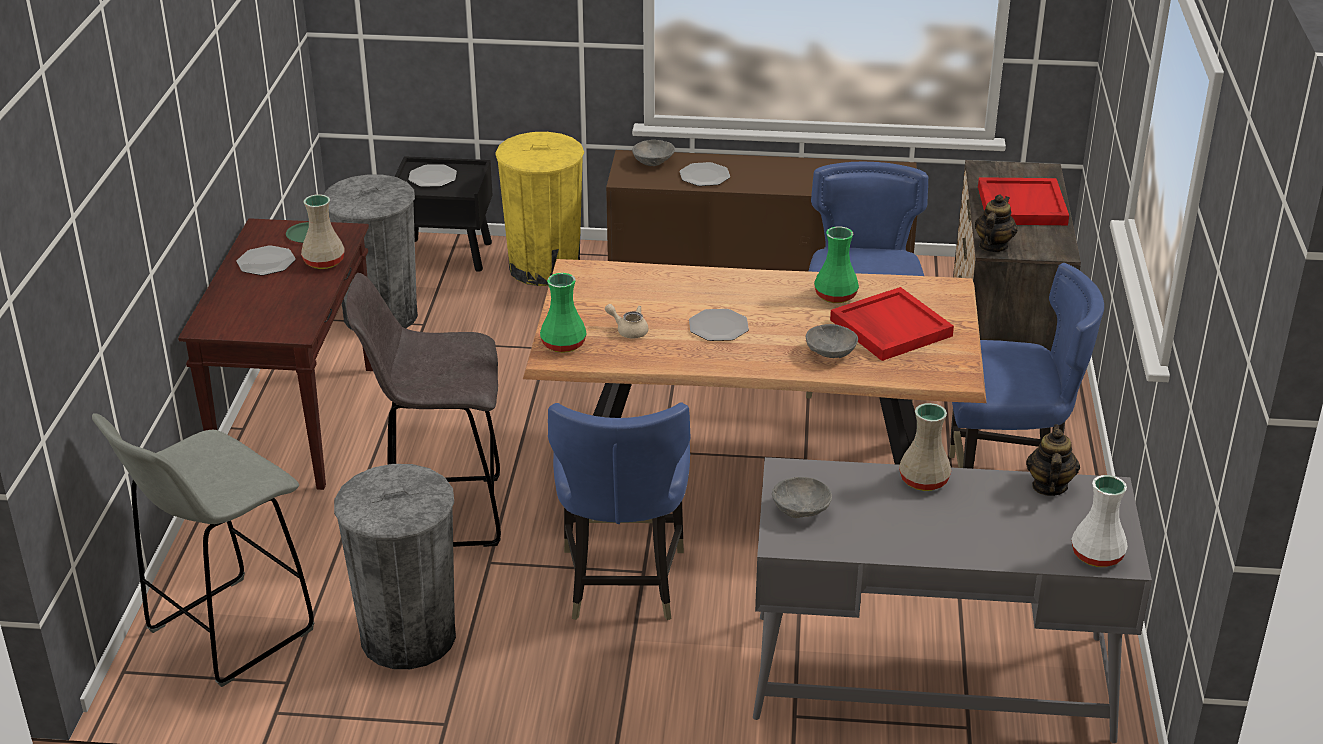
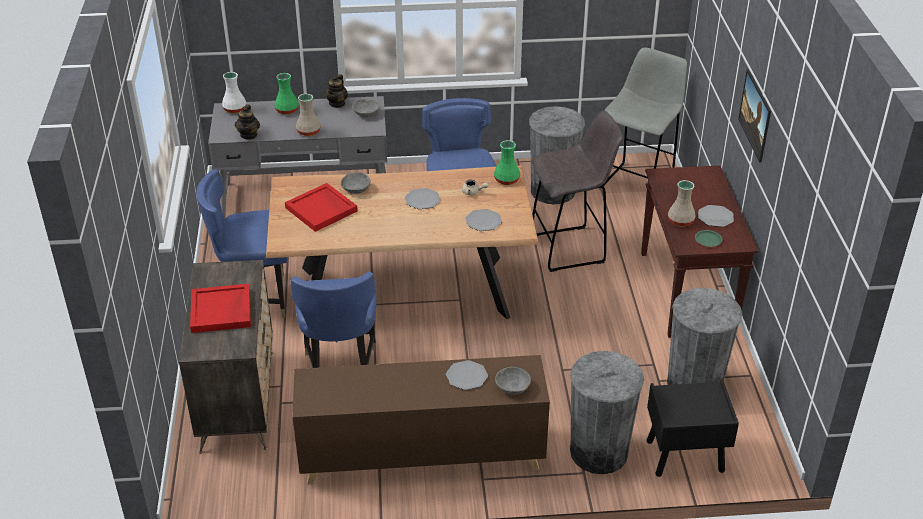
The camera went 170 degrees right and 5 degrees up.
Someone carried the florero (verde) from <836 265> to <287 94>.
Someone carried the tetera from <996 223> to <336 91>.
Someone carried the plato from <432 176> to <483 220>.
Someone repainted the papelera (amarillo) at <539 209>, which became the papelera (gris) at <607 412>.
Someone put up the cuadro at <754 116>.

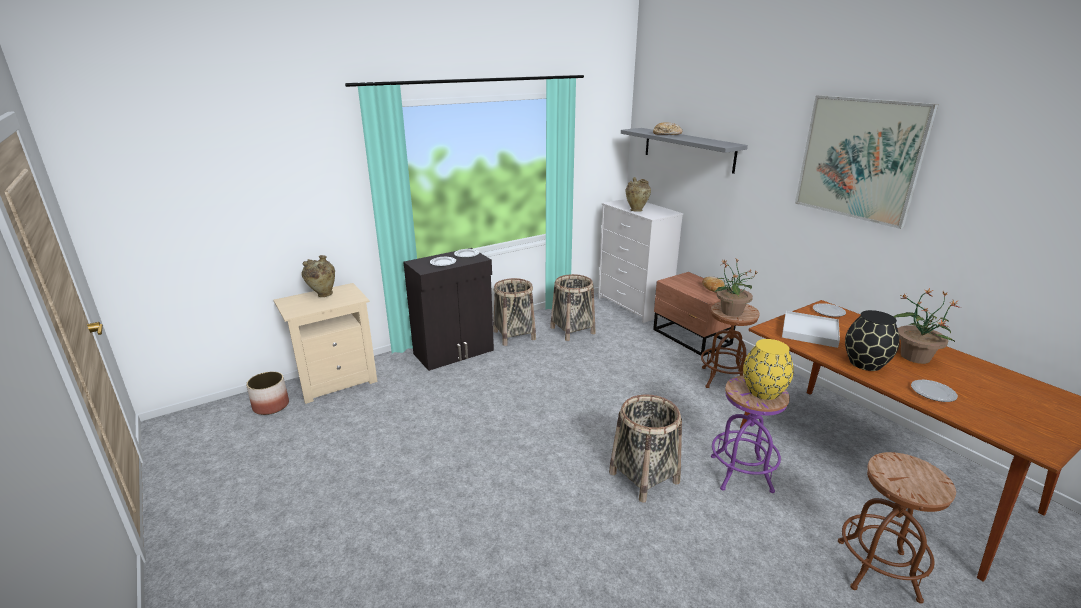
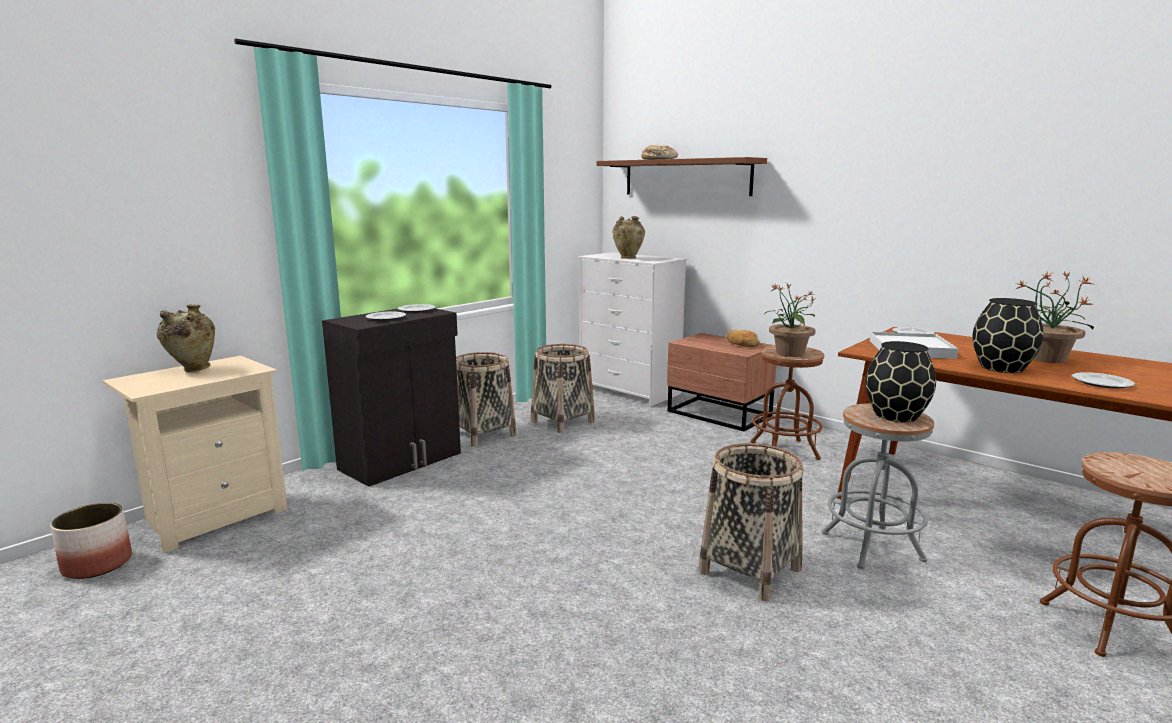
The camera went 15 degrees left and 10 degrees down.
Someone repainted the estante (gris) at <684 151>, which became the estante (marrón) at <681 176>.
Someone repainted the taburete (morado) at <750 434>, which became the taburete (gris) at <878 486>.
Someone repainted the florero (amarillo) at <768 369>, which became the florero (negro) at <901 381>.
Someone took away the cuadro at <866 162>.

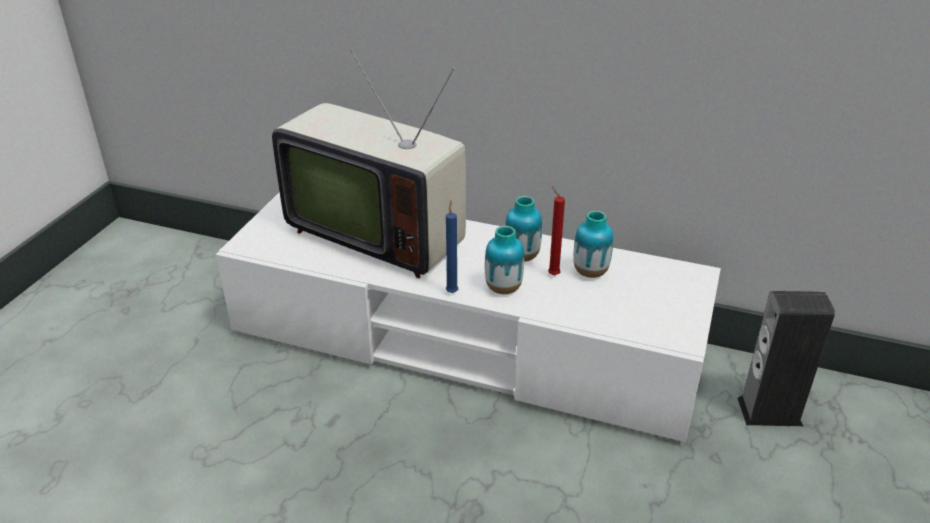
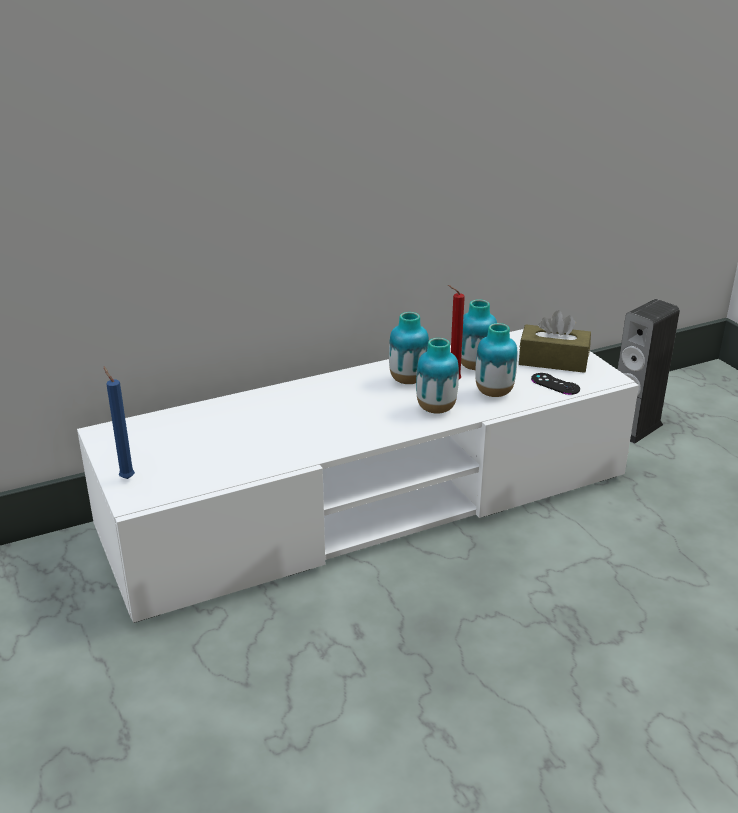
The camera went 45 degrees left and 5 degrees down.
Someone carried the vela (azul) from <452 246> to <119 423>.
Someone put down the florero at <496 360>.
Someone put down the caja de pañuelos (marrón) at <555 341>.
Someone put down the mando de consola (negro) at <555 384>.
Someone took away the televisor at <369 163>.

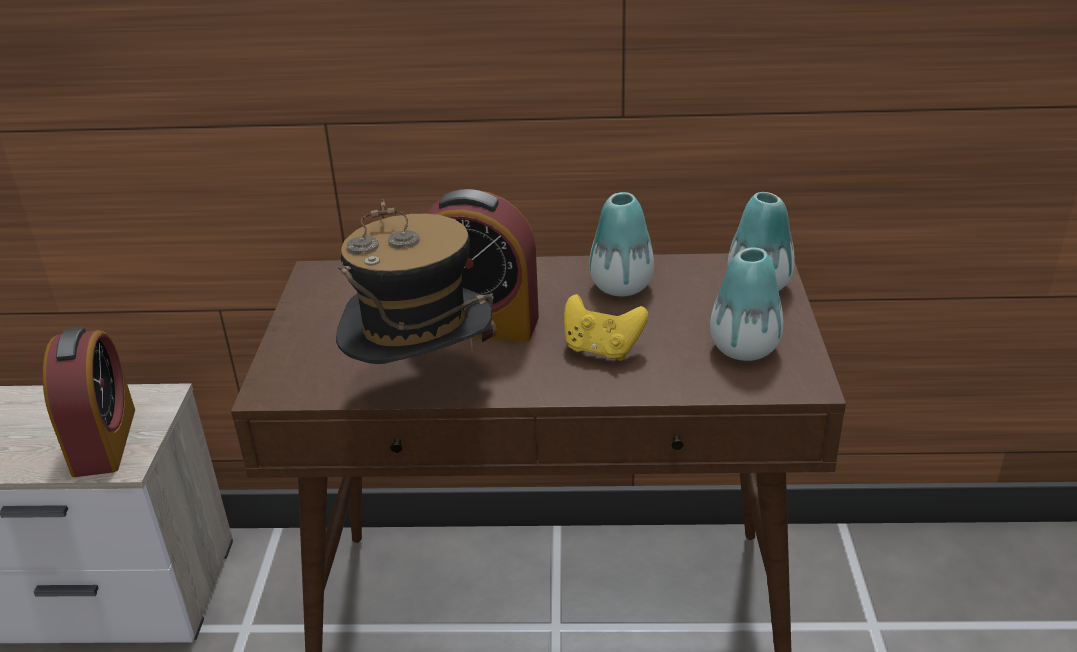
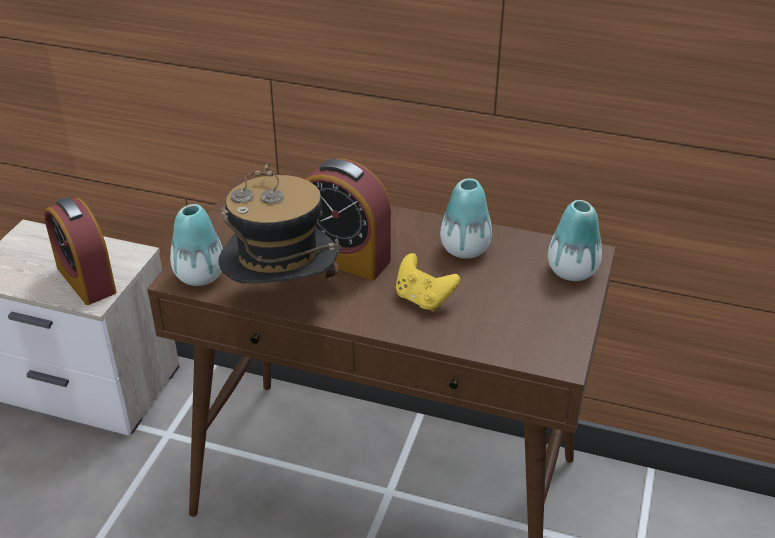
The camera went 15 degrees right and 5 degrees up.
Someone rotated the despertador at <89 402> by 135 degrees clockwise.
Someone carried the florero from <746 304> to <196 245>.

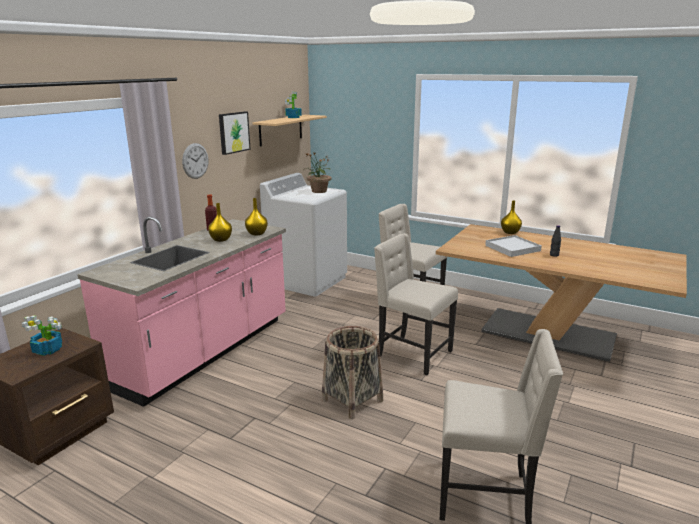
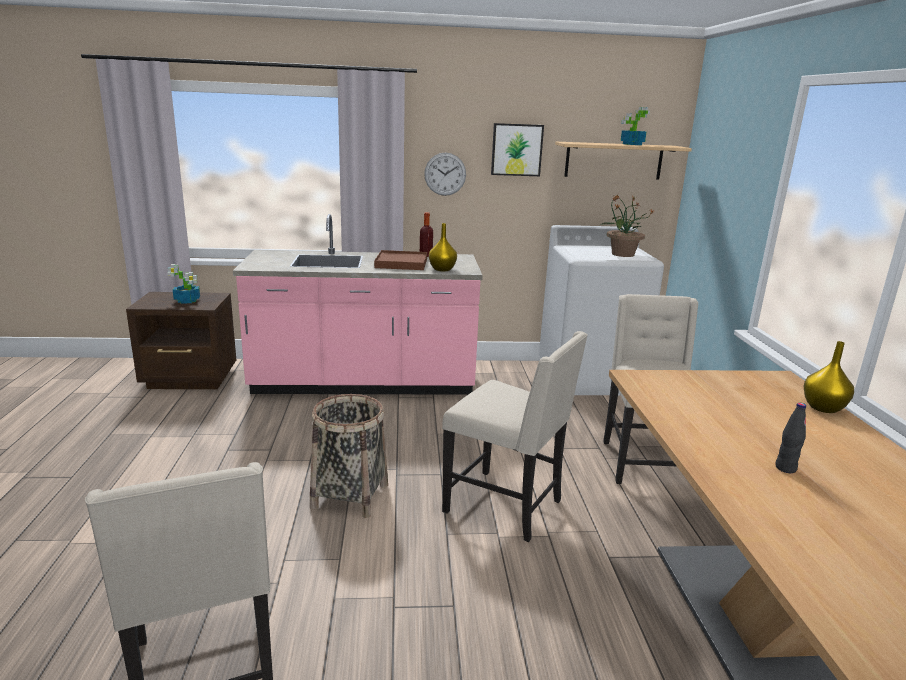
The camera went 55 degrees right and 0 degrees up.
Someone swapped the florero (amarillo) at <220 222> for the bandeja (marrón) at <400 260>.
Someone rotated the silla (beis) at <416 304> by 120 degrees clockwise.
Someone took away the bandeja (blanco) at <513 246>.

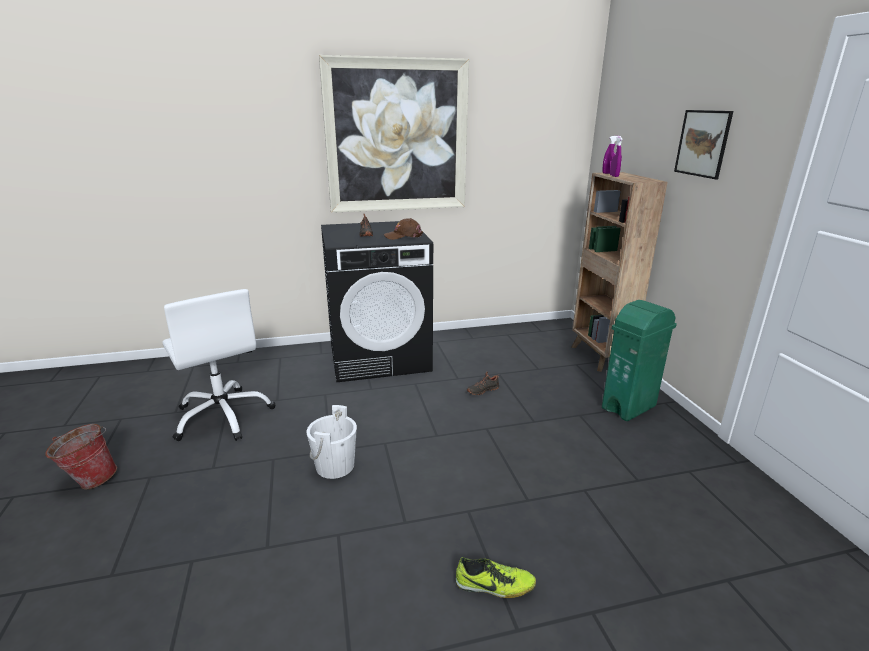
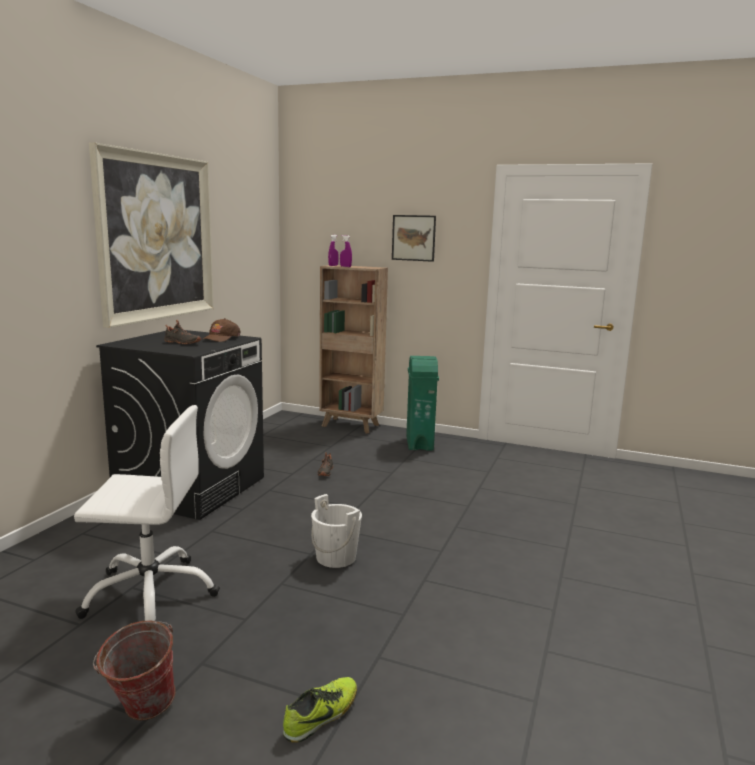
The camera went 55 degrees left and 10 degrees down.
Someone carried the zapato from <496 577> to <320 710>.

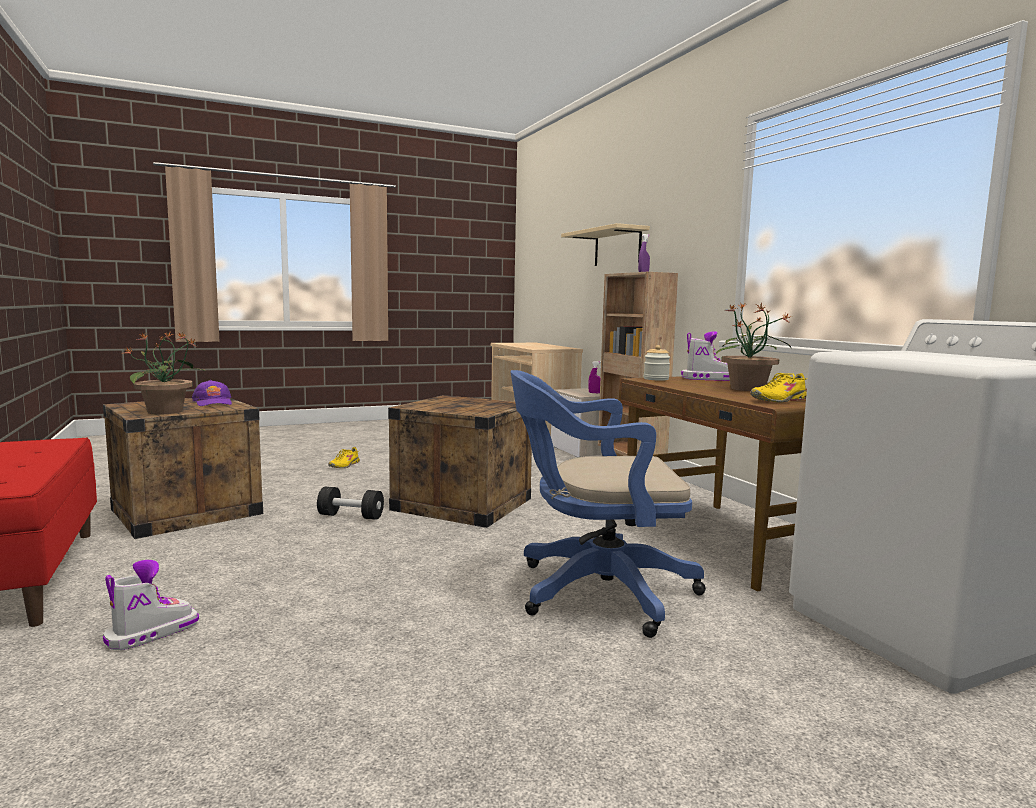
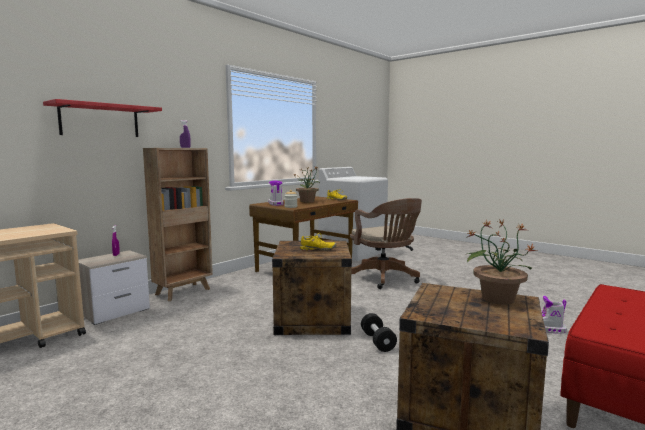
The camera went 115 degrees left and 0 degrees up.
Someone repainted the estante (beis) at <605 244>, which became the estante (rojo) at <102 118>.
Someone carried the zapato (amarillo) from <344 457> to <318 242>.
Someone repainted the silla de oficina (azul) at <608 504>, which became the silla de oficina (marrón) at <386 243>.
Someone took away the gorra (morado) at <212 393>.

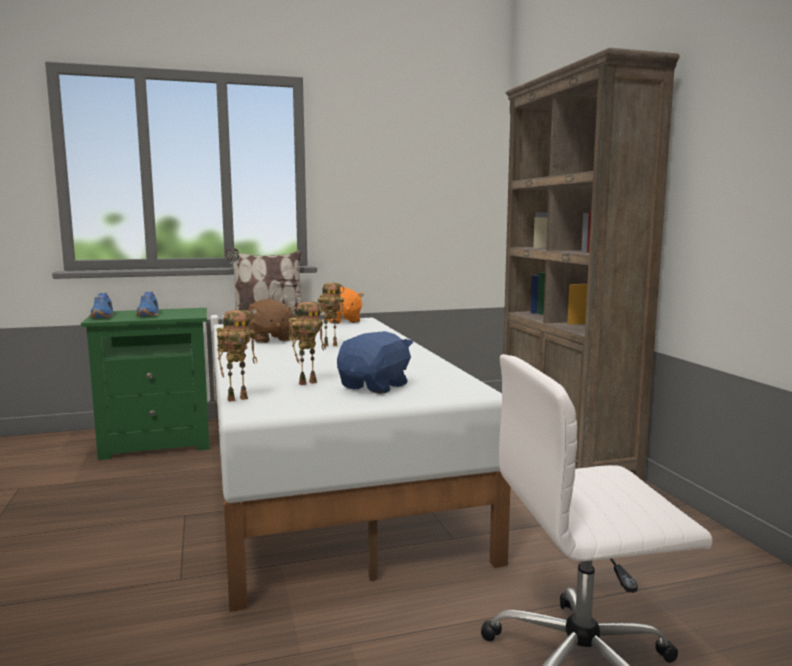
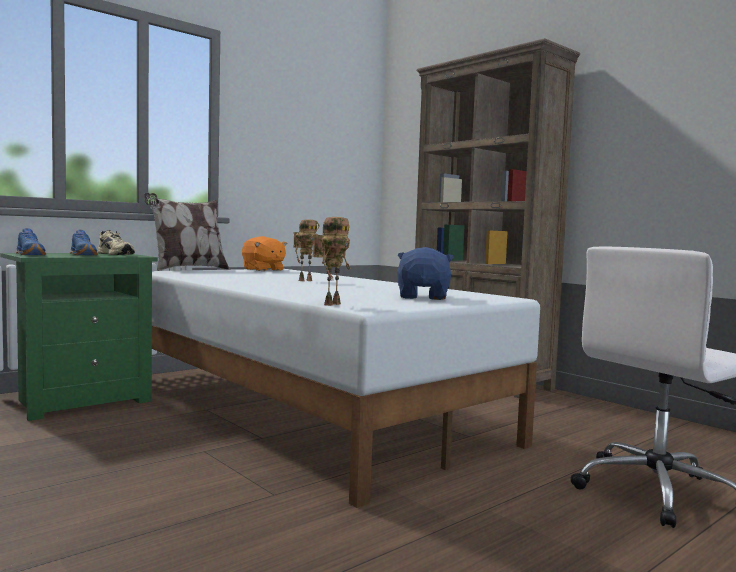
The camera went 25 degrees left and 5 degrees down.
Someone put down the zapato (beis) at <116 242>.
Someone took away the peluche (marrón) at <272 321>.
Someone took away the robot de juguete at <307 343>.

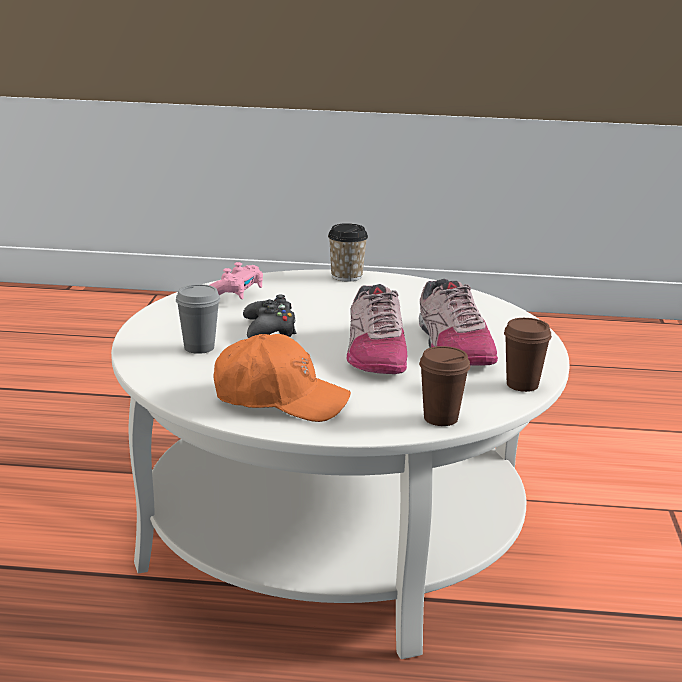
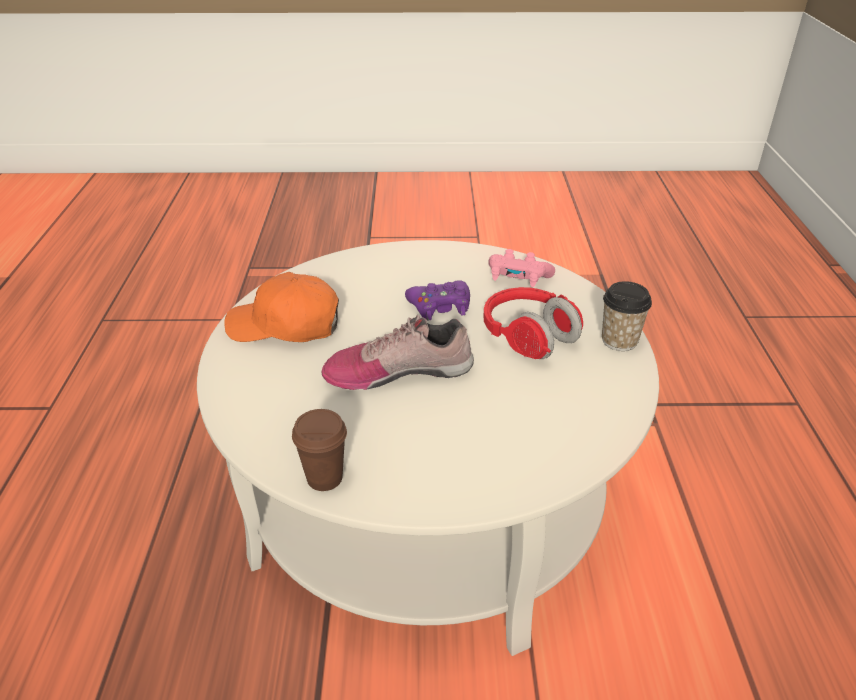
The camera went 85 degrees right and 15 degrees up.
Someone rotated the gorra (naranja) at <282 378> by 90 degrees clockwise.
Someone repainted the mando de consola (negro) at <270 316>, which became the mando de consola (morado) at <437 300>.
Someone put down the auriculares (rojo) at <533 323>.
Someone took away the taza (gris) at <198 319>.
Someone took away the zapato at <458 322>.
Someone took away the taza (marrón) at <444 386>.

